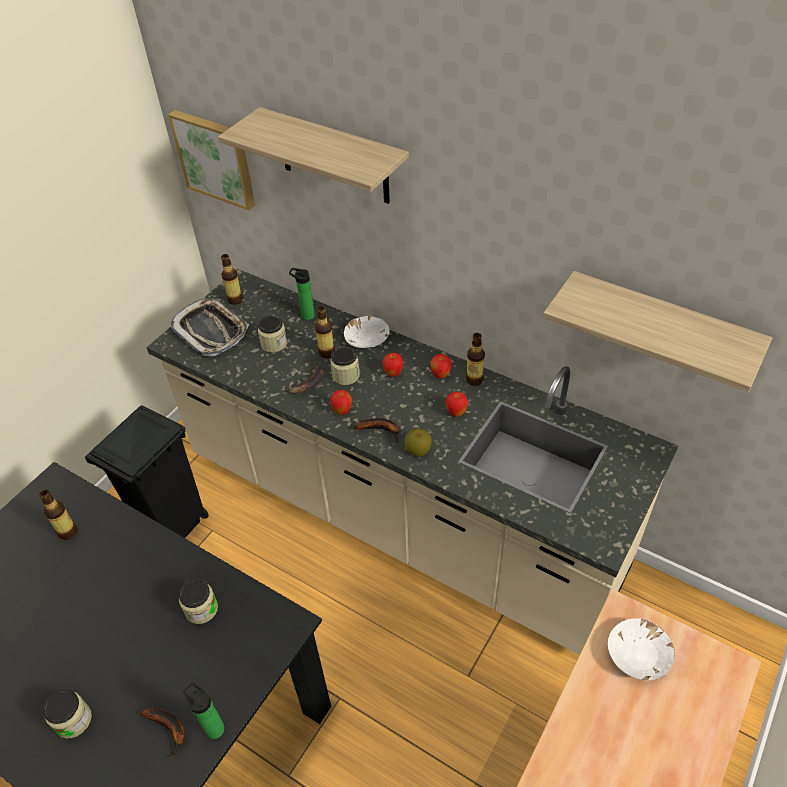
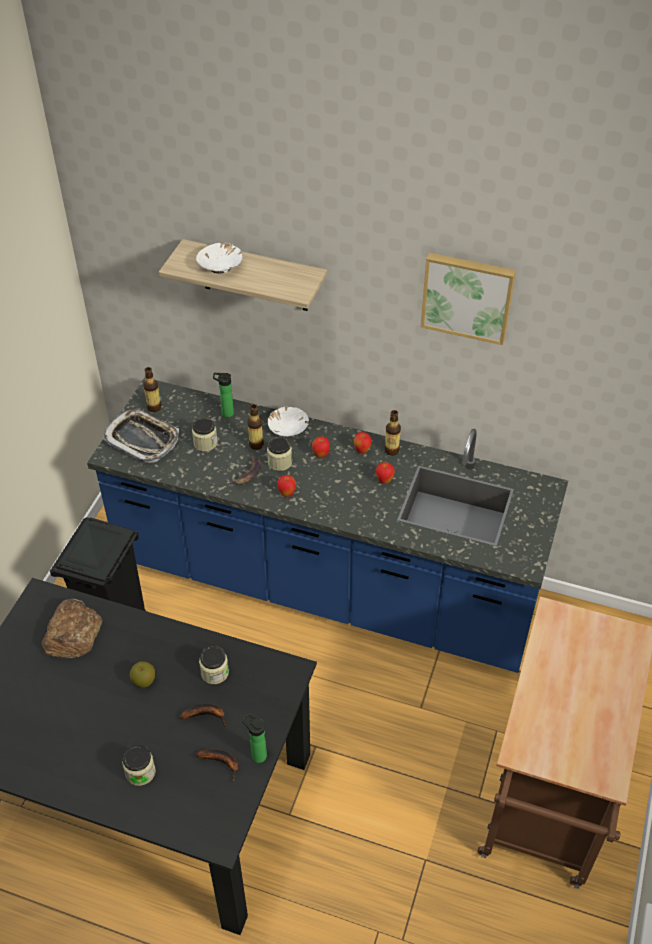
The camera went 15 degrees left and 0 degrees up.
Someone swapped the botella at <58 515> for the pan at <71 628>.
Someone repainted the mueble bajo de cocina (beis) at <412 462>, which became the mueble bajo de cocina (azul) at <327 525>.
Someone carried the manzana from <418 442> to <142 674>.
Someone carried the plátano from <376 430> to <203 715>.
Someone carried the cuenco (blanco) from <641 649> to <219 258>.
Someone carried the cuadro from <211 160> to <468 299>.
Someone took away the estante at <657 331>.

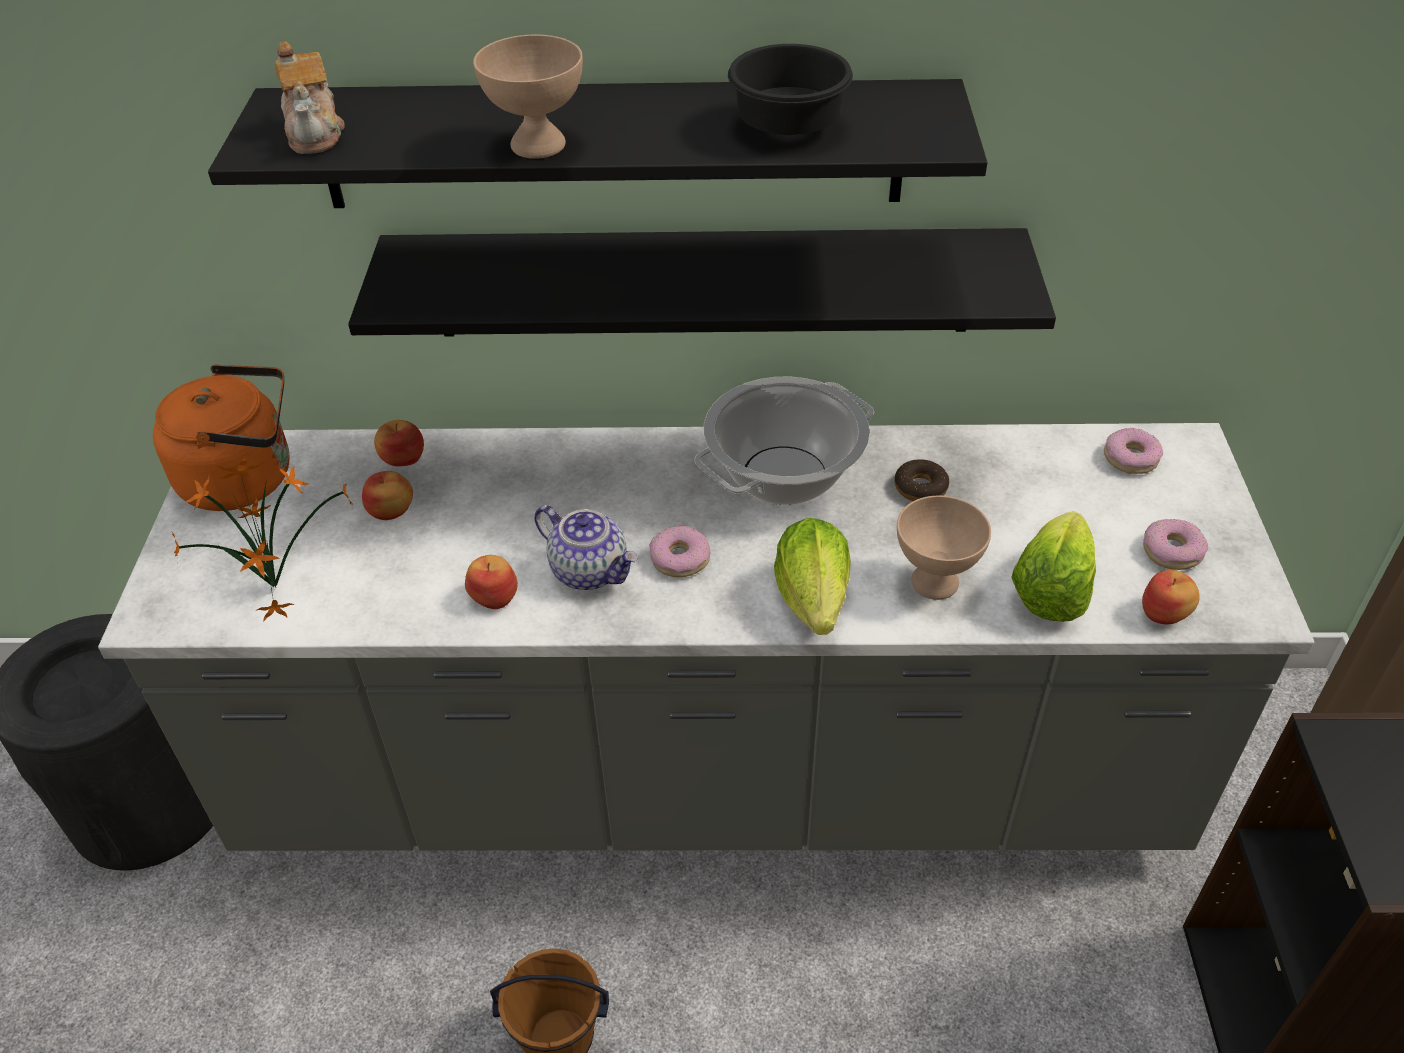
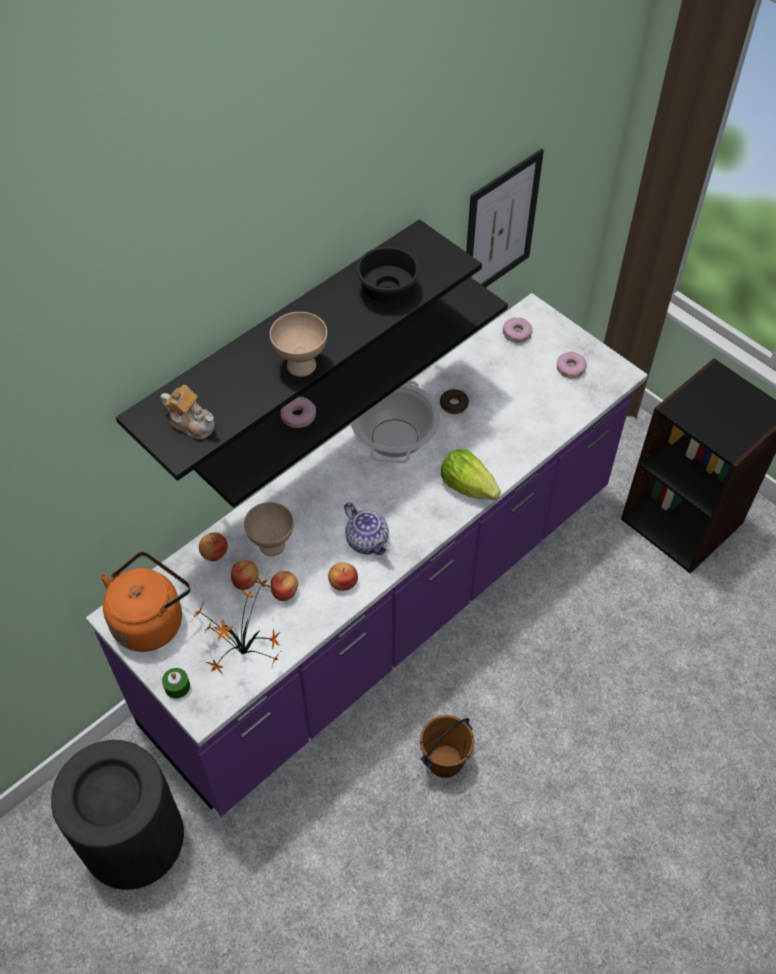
The camera went 45 degrees left and 10 degrees up.
Someone repainted the mueble bajo de cocina (gris) at <706 637>, which became the mueble bajo de cocina (morado) at <367 555>.
Someone put down the vela (verde) at <176 683>.
Someone carried the cuenco (beis) from <944 547> to <269 529>.
Someone carried the manzana from <1171 597> to <284 586>.
Someone carried the rosquilla from <679 551> to <298 412>.
Someone rotated the tetera at <586 547> by 60 degrees clockwise.
Someone put up the cuadro at <505 218>.
Someone took away the lechuga at <1053 566>.

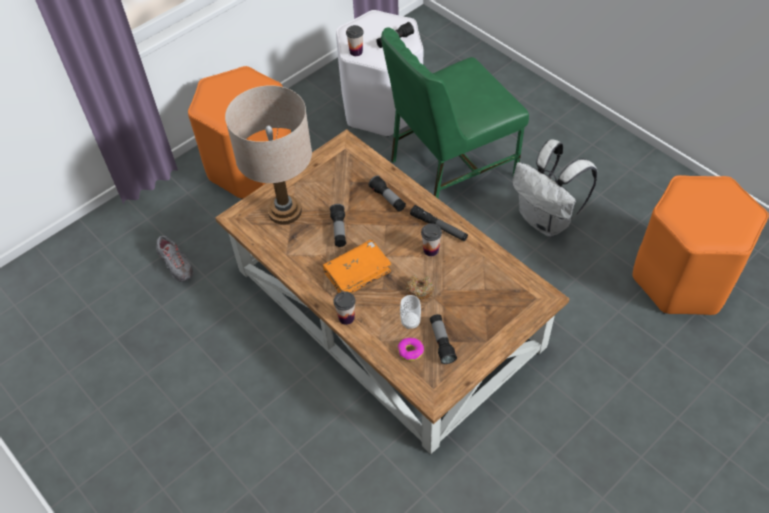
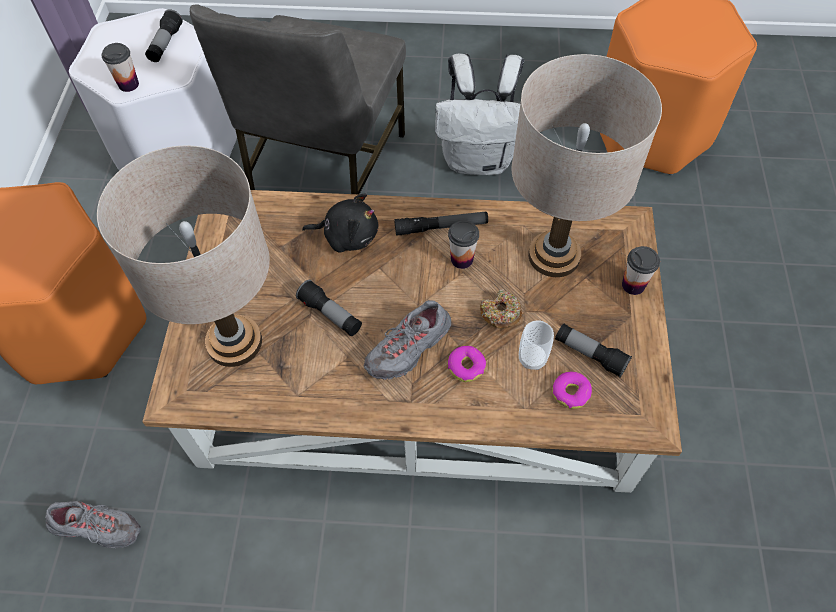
The camera went 45 degrees left and 5 degrees up.
Someone repainted the silla (verde) at <455 113>, which became the silla (gris) at <298 99>.
Someone swapped the linterna at <387 193> for the peluche (negro) at <340 223>.
Someone swapped the libro (naranja) at <357 266> for the zapato (gris) at <407 340>.
Someone put down the rosquilla at <467 364>.
Someone put down the lámpara de mesa (beis) at <586 165>.
Someone carried the taza from <344 308> to <641 270>.

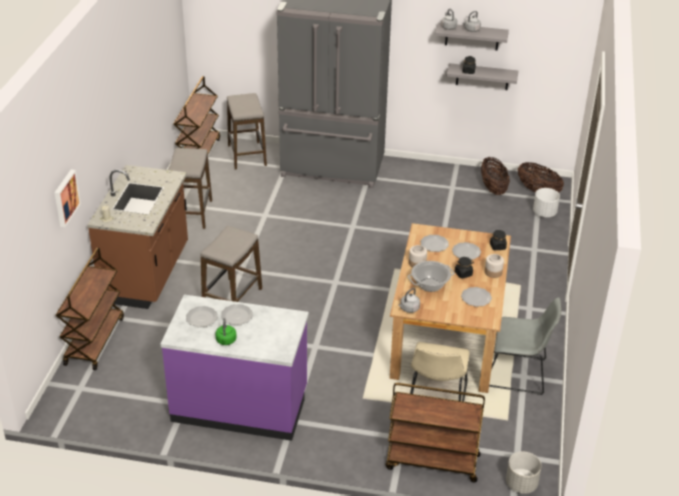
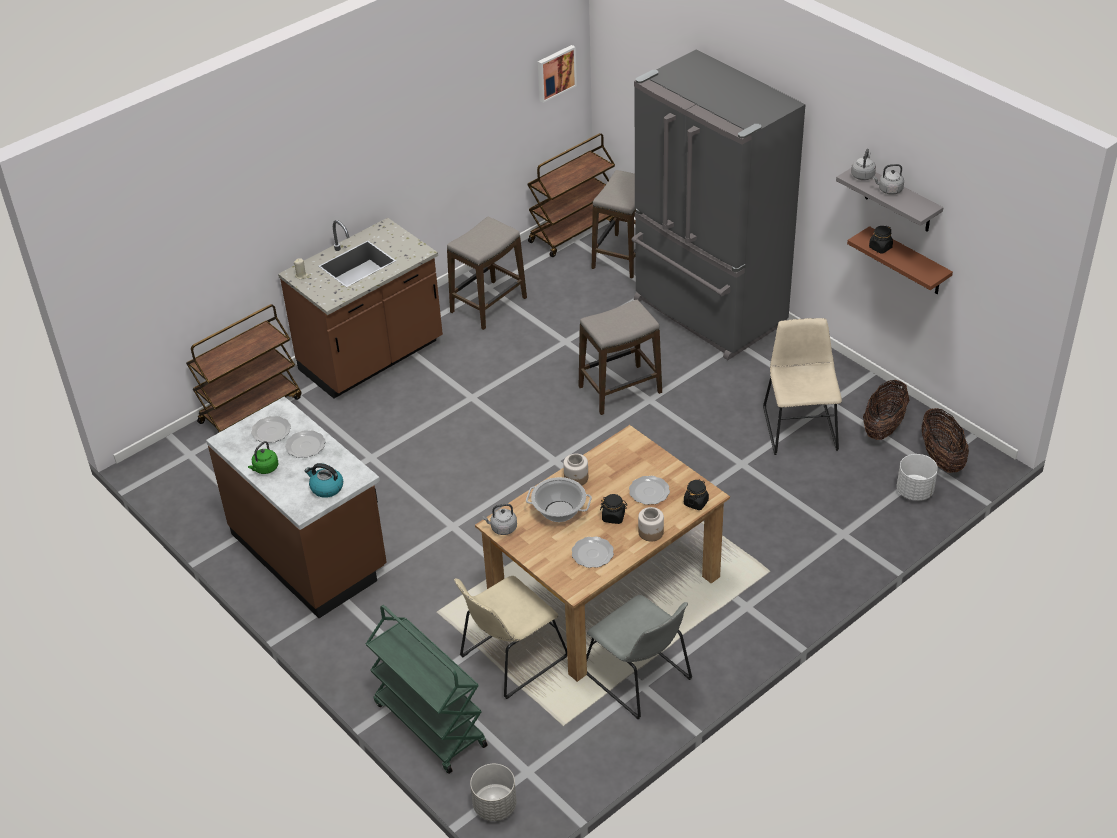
The camera went 40 degrees right and 5 degrees up.
Someone repainted the mueble bajo de cocina (morado) at <234 367>, which became the mueble bajo de cocina (marrón) at <296 507>.
Someone put down the hervidor at <324 480>.
Someone repainted the carrito (marrón) at <435 433>, which became the carrito (verde) at <427 689>.
Someone carried the cuadro from <67 198> to <557 74>.
Someone carried the taburete from <231 264> to <620 357>.
Someone put down the silla (beis) at <802 386>.
Someone repainted the estante (gris) at <482 76>, which became the estante (marrón) at <900 260>.
Someone took away the plato at <434 243>.

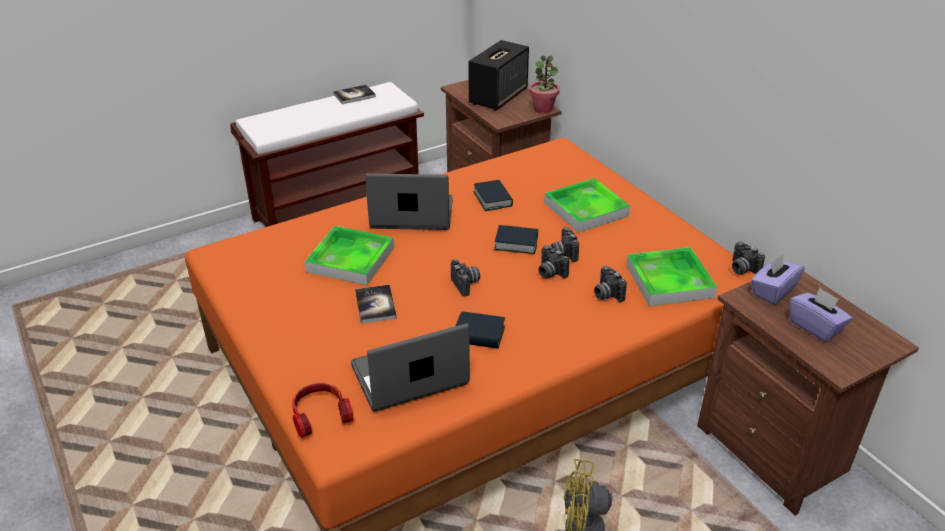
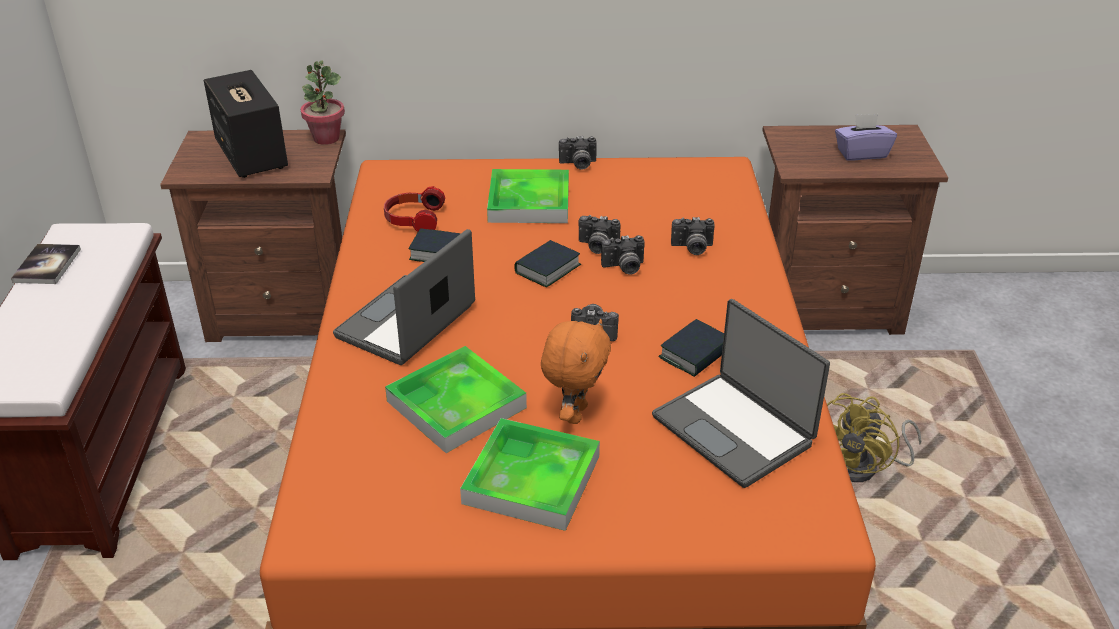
The camera went 60 degrees left and 0 degrees up.
Someone carried the auriculares from <322 410> to <414 209>.
Someone carried the bandeja from <672 276> to <530 474>.
Someone swapped the libro at <376 304> for the peluche (naranja) at <576 371>.
Someone carried the cámara from <748 258> to <578 153>.
Someone rotated the portátil at <410 368> by 45 degrees counterclockwise.
Someone took away the caja de pañuelos (morado) at <778 279>.

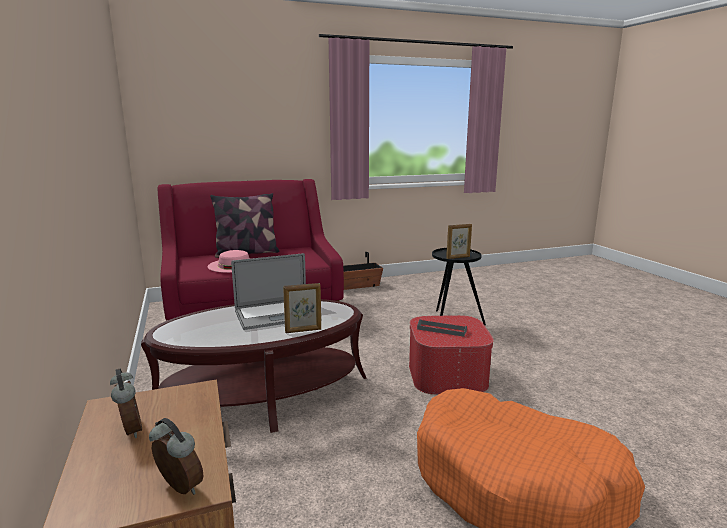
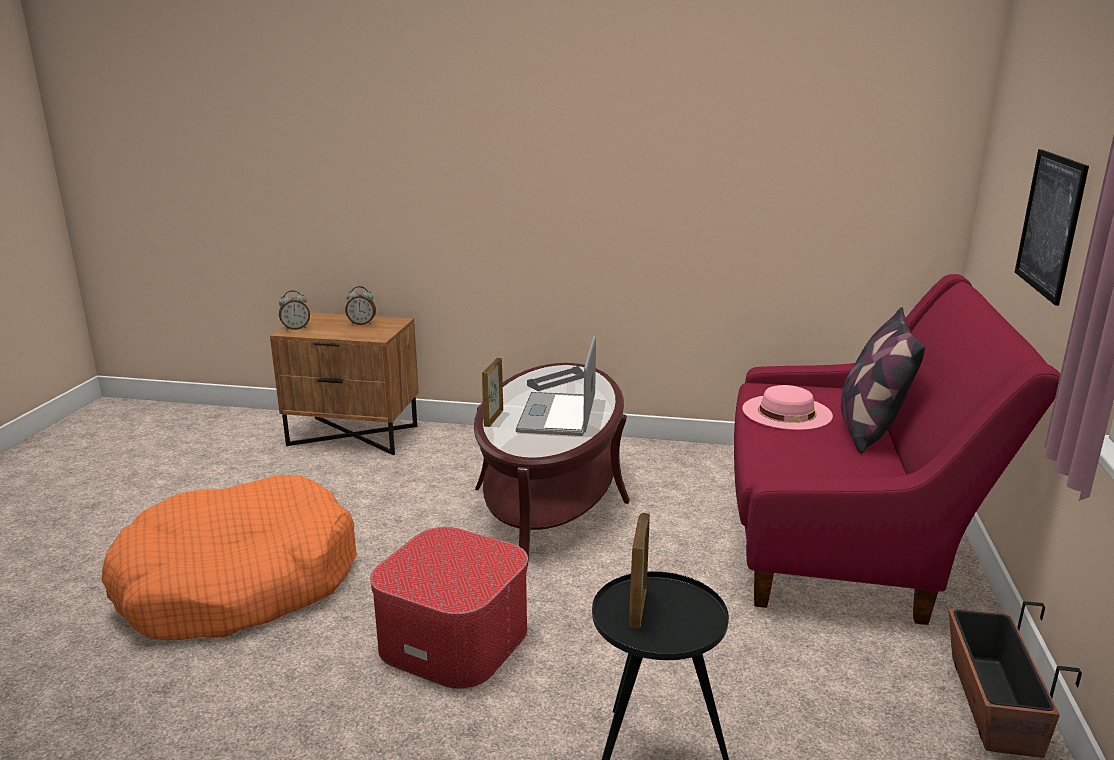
The camera went 120 degrees right and 5 degrees up.
Someone carried the bandeja (gris) from <442 328> to <555 378>.
Someone put up the cuadro at <1052 227>.

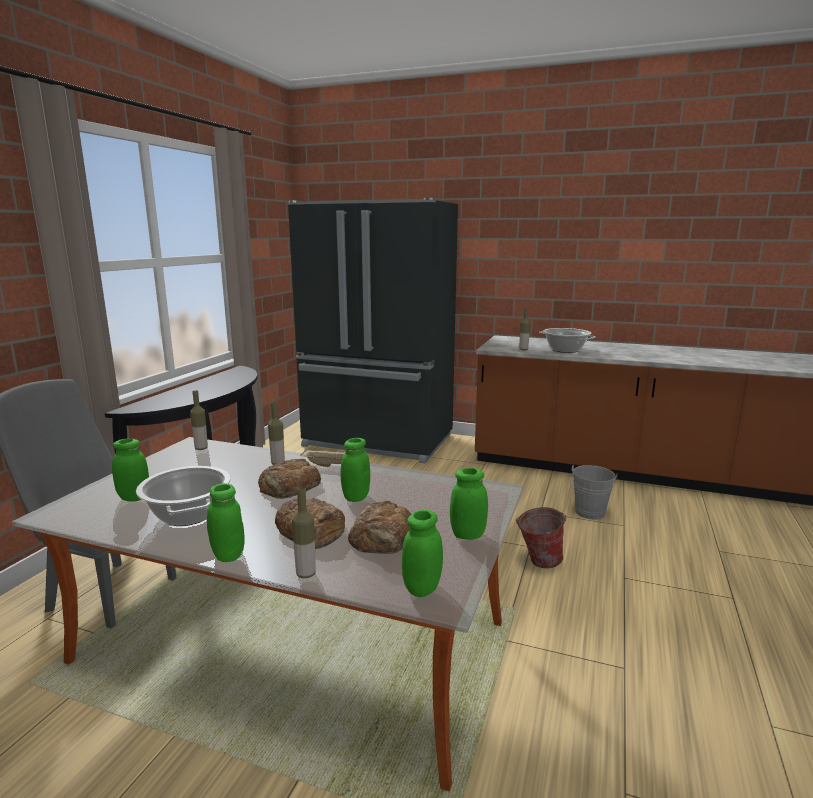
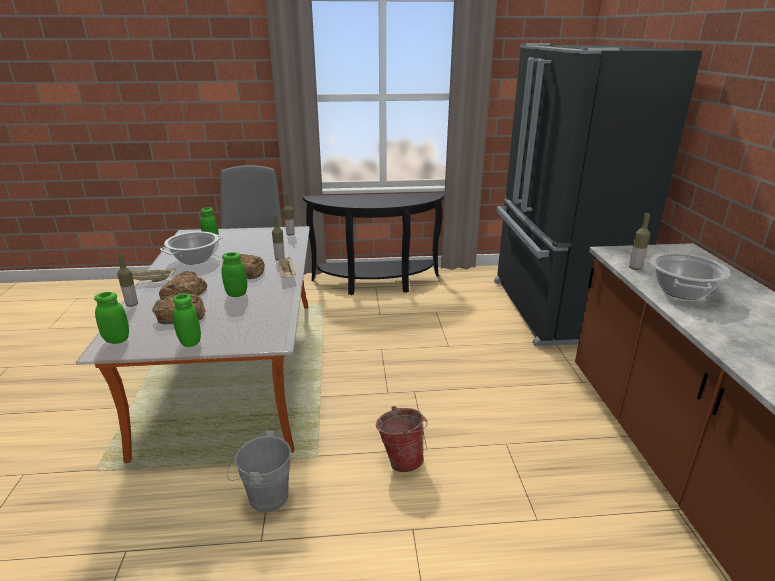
The camera went 65 degrees right and 10 degrees up.
Someone swapped the tarro (verde) at <226 522> for the bandeja (beis) at <153 275>.
Someone carried the cubo (gris) from <594 492> to <259 472>.

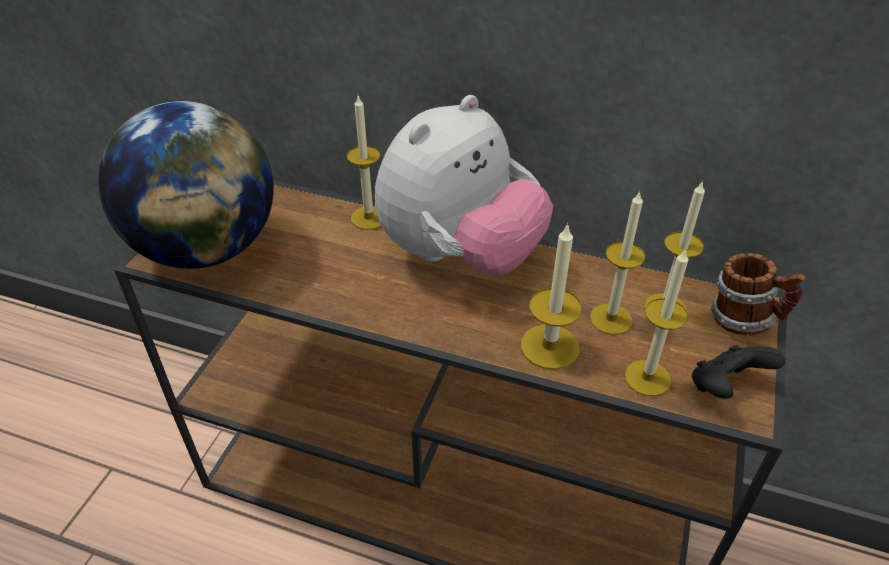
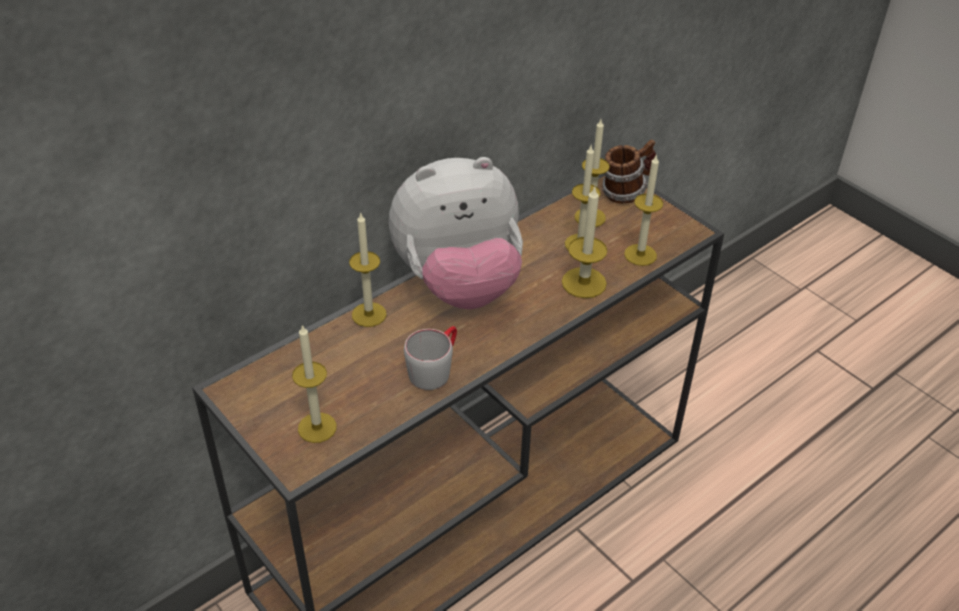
The camera went 60 degrees left and 0 degrees up.
Someone swapped the globo terráqueo at <186 185> for the vela at <314 383>.
Someone rotated the peluche at <464 185> by 90 degrees clockwise.
Someone put down the taza grande (gris) at <430 358>.
Someone took away the mando de consola (negro) at <738 372>.

